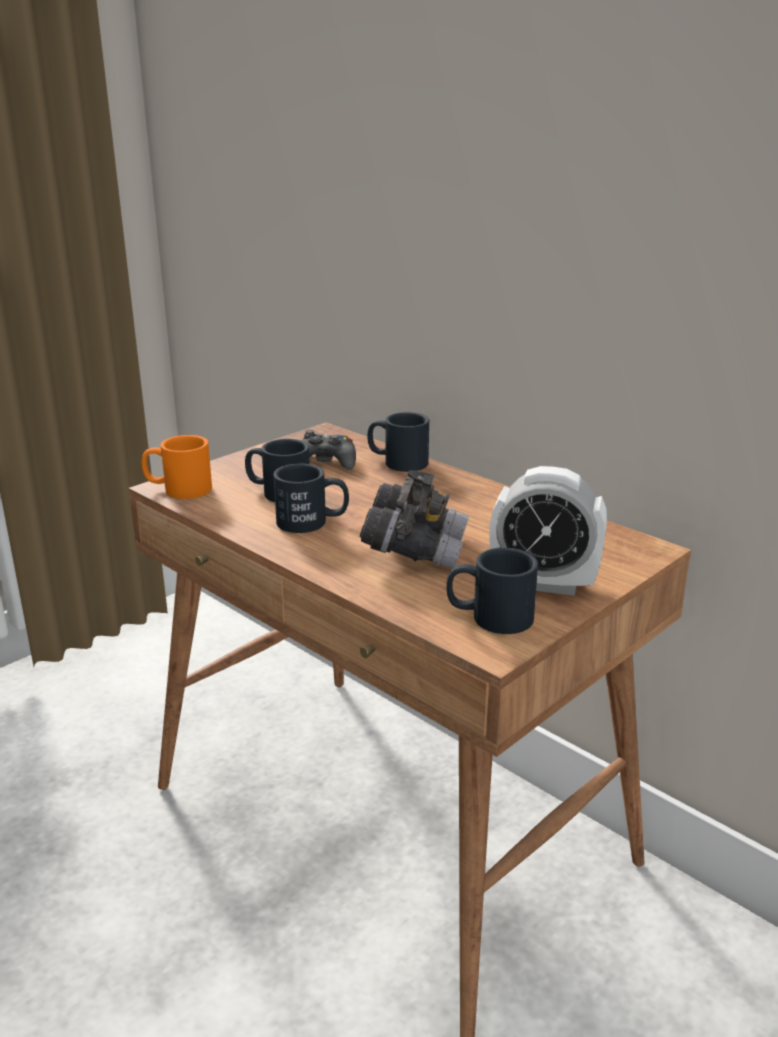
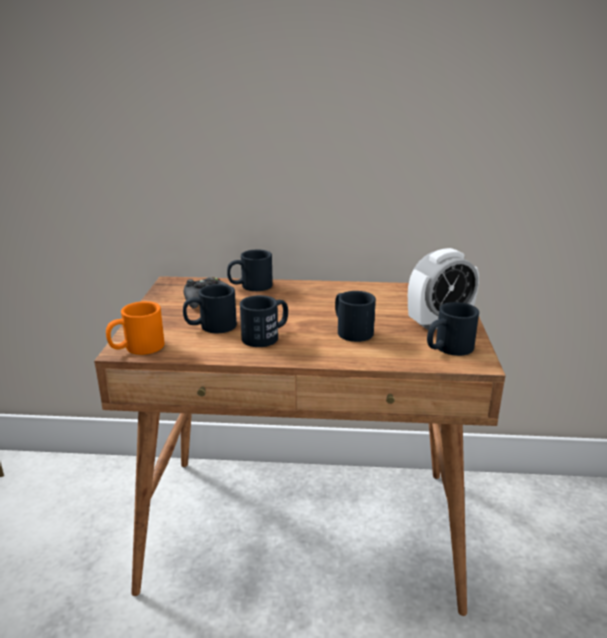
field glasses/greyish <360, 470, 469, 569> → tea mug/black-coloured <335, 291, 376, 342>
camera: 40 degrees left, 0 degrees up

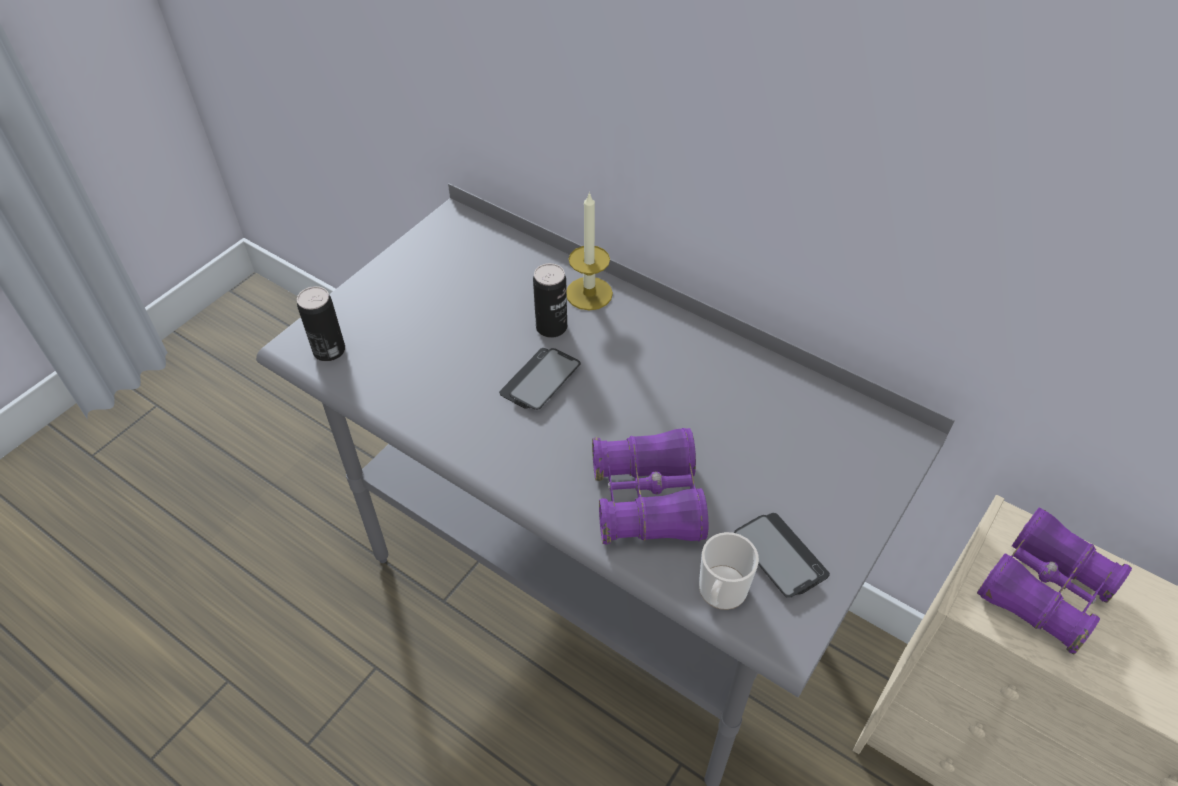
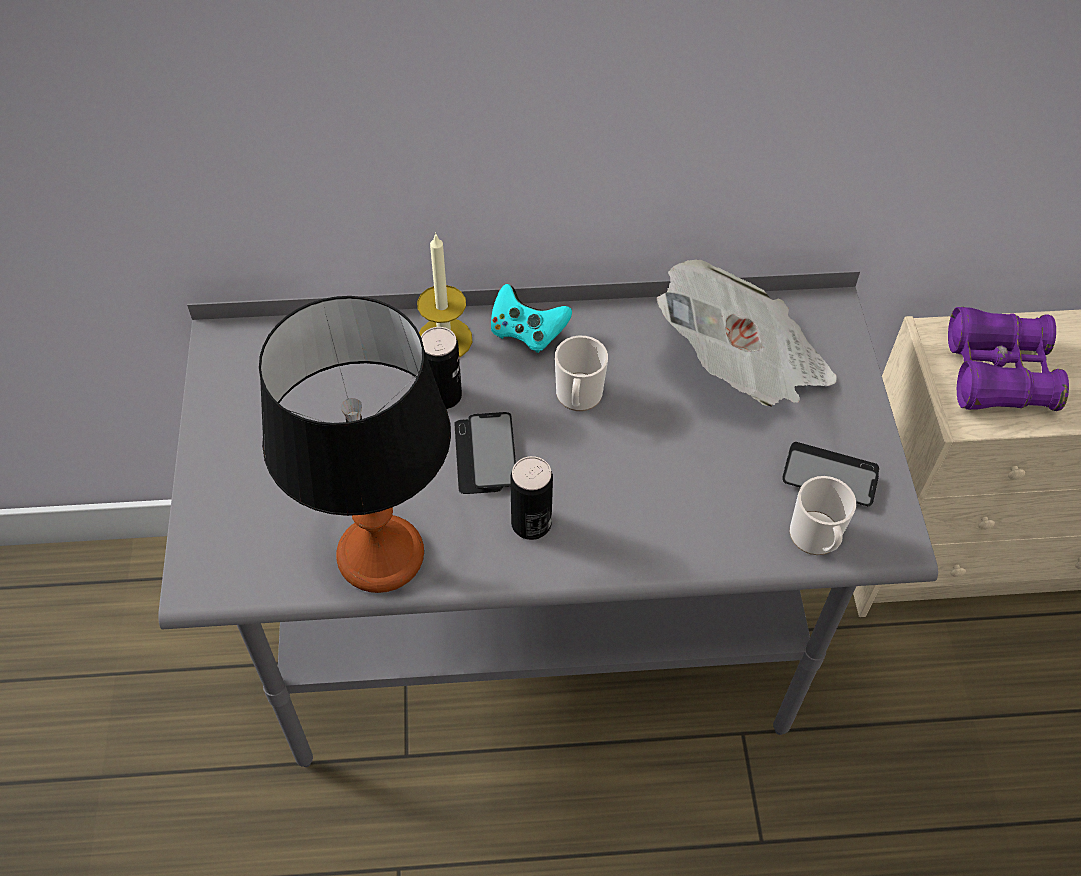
can <297, 286, 345, 361> → can <510, 456, 553, 540>, moved
field glasses/purple-coloured <592, 428, 708, 545> → -
- → tabletop lamp <259, 296, 451, 593>
- → gamepad/blue-green <491, 284, 572, 353>
- → tea mug <555, 336, 608, 411>
- → daily paper <656, 259, 837, 407>
camera: 40 degrees left, 5 degrees up

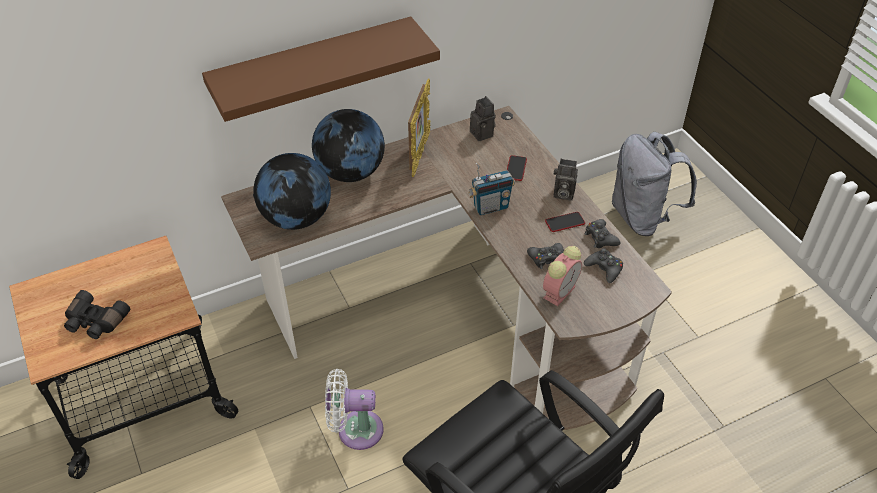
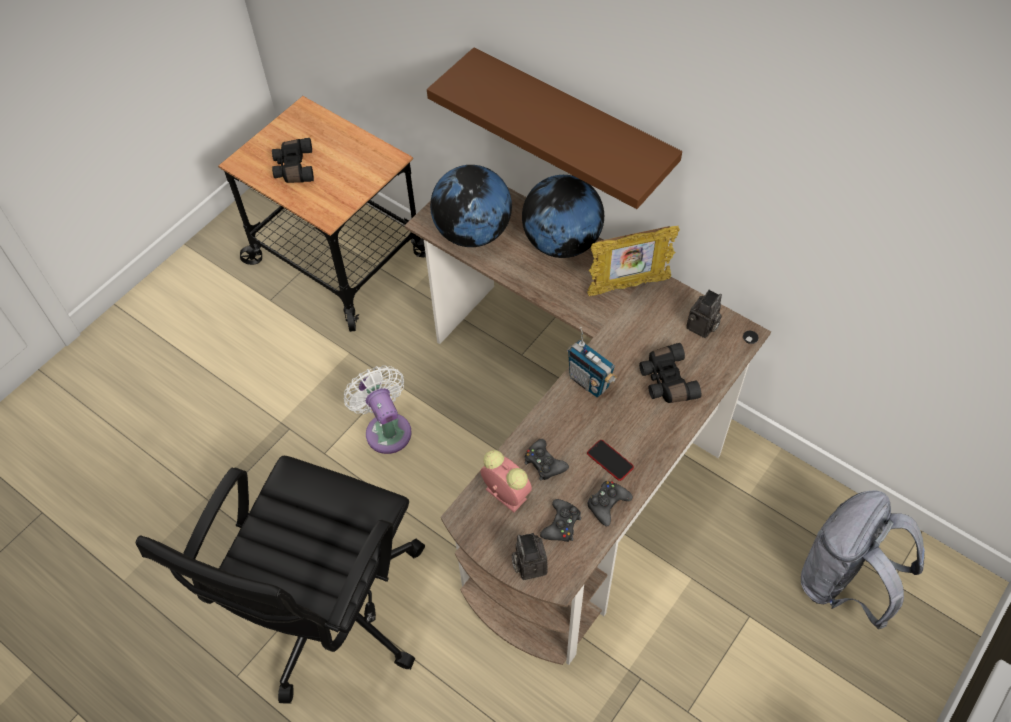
handset <507, 155, 527, 181> → field glasses/black-coloured <639, 343, 701, 403>
bedside clock <543, 246, 582, 306> → bedside clock <480, 450, 532, 512>, 150 degrees counterclockwise
photo camera <554, 159, 578, 201> → photo camera <511, 533, 548, 580>, moved
camera: 65 degrees right, 10 degrees up

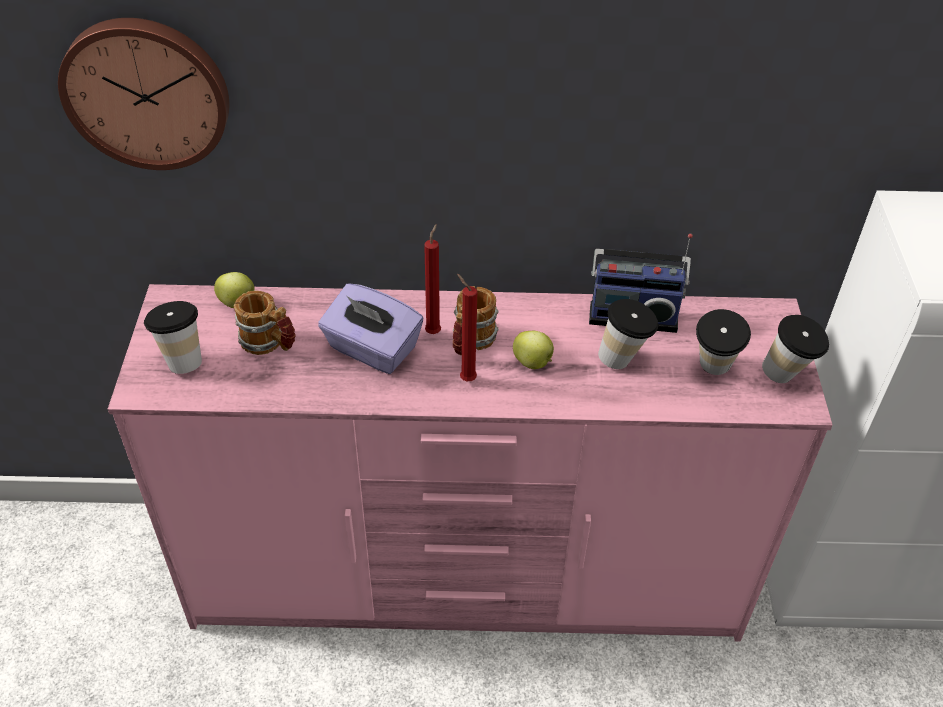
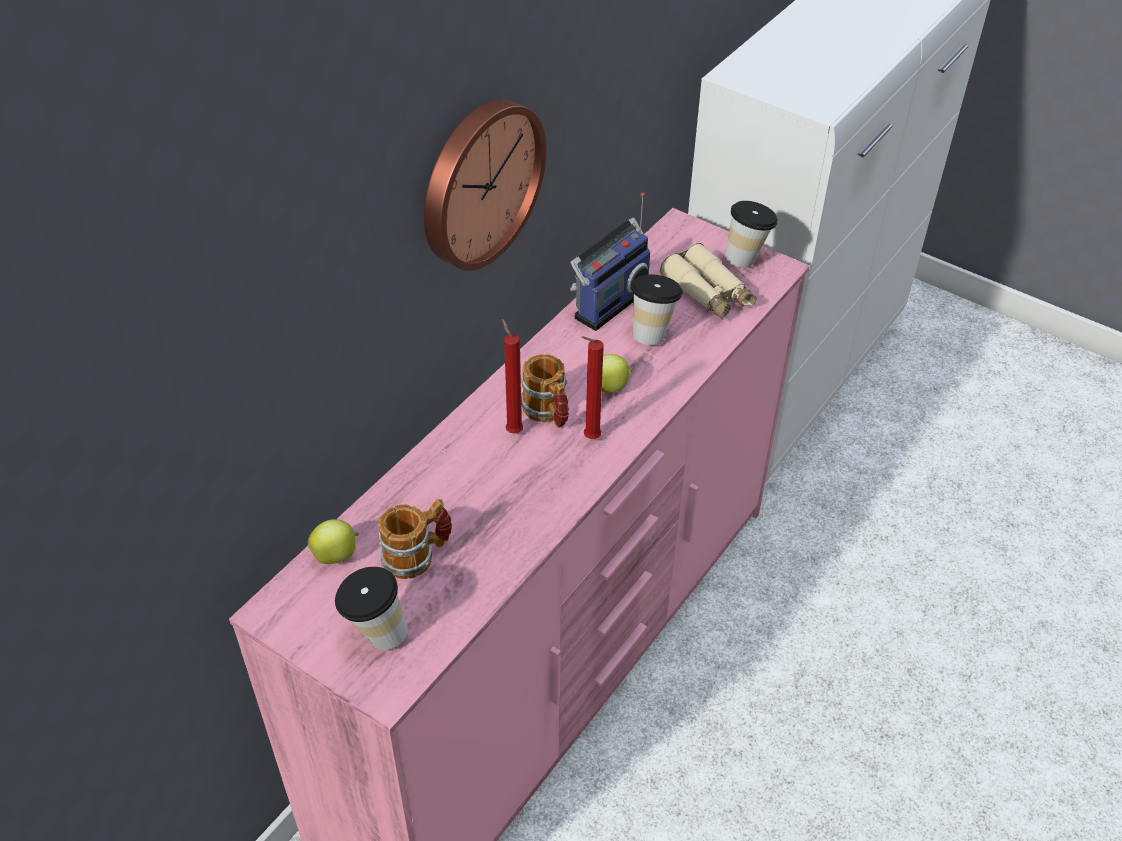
hanging clock <58, 18, 229, 170> → hanging clock <424, 99, 547, 271>, moved
tissue holder/purple-coloured <318, 283, 423, 374> → -
small cup <696, 309, 751, 375> → field glasses/beige-coloured <660, 243, 757, 320>
camera: 55 degrees left, 0 degrees up

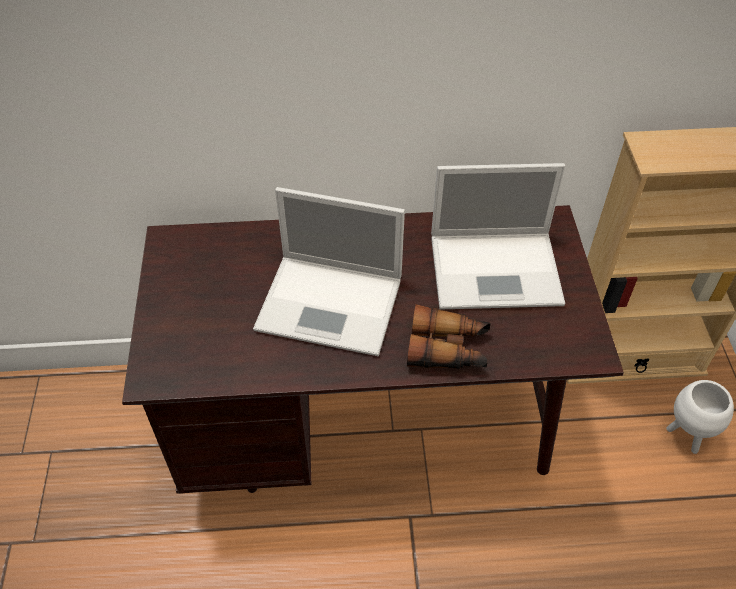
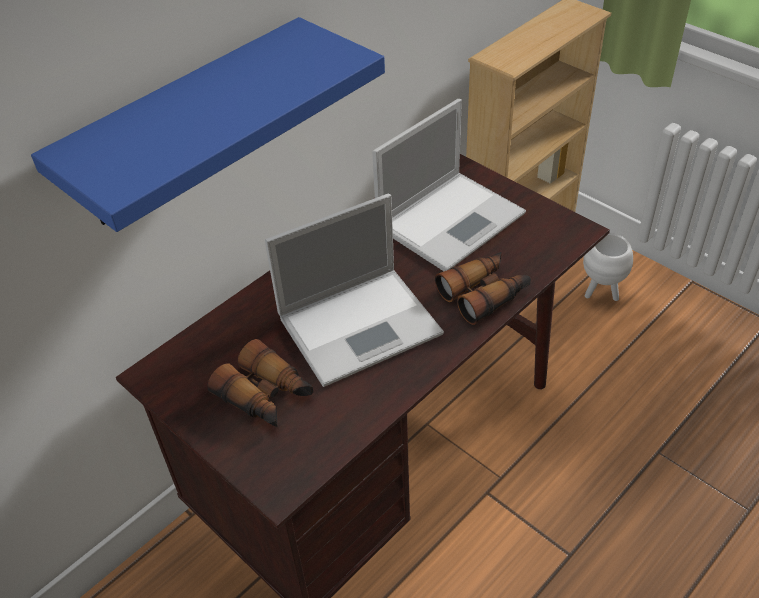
- → bracket shelf/bluish <31, 17, 385, 232>
- → field glasses <207, 339, 313, 427>
camera: 40 degrees left, 5 degrees down

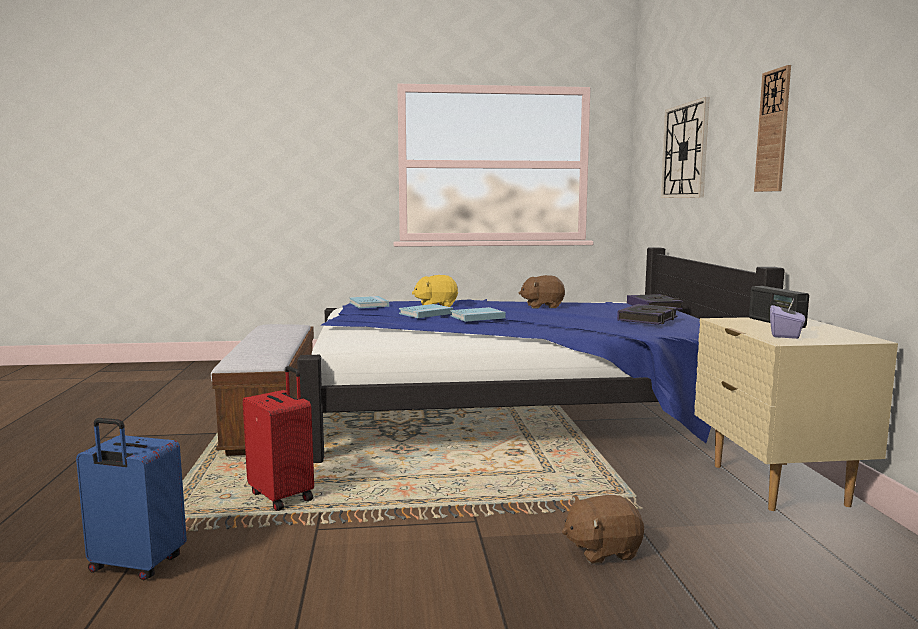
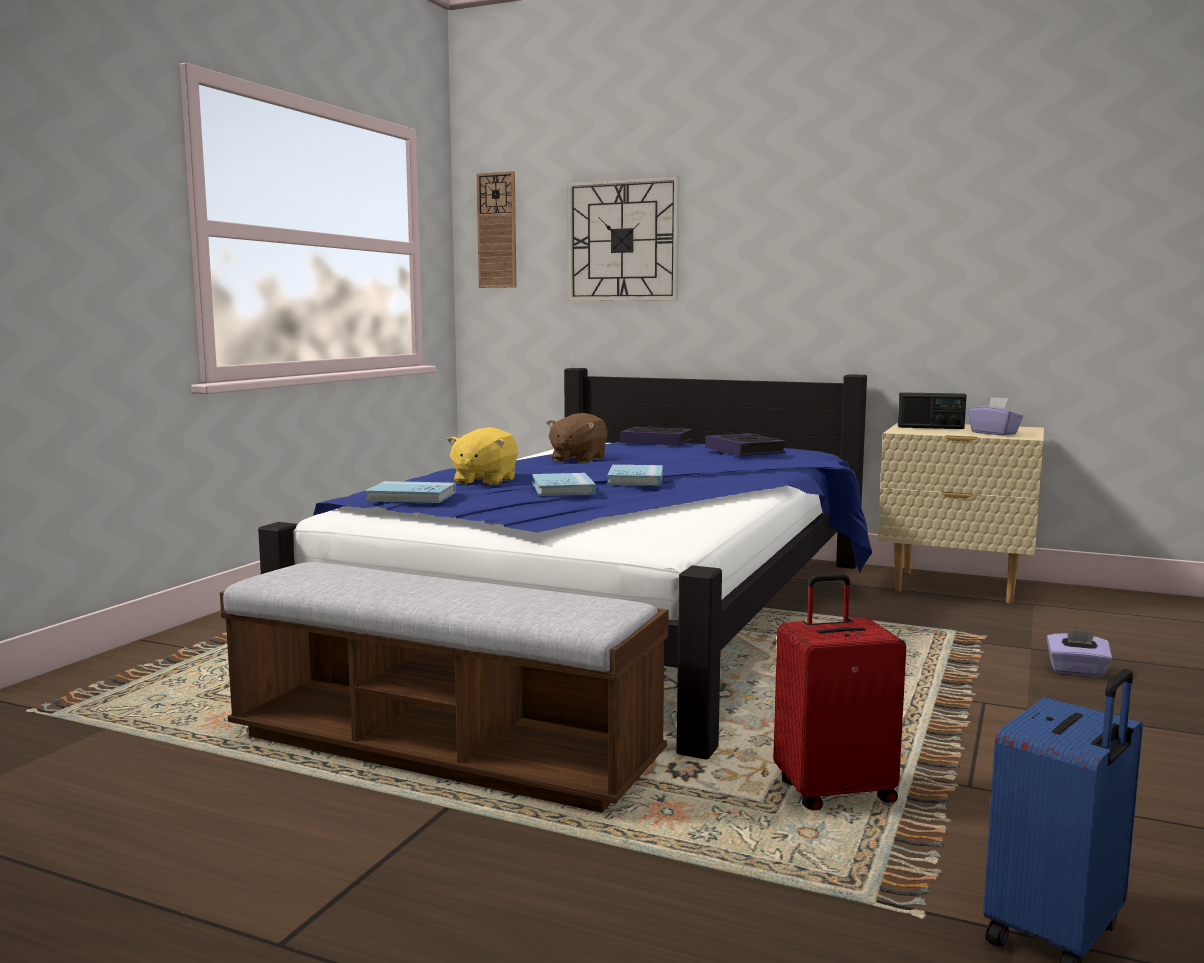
cuddly toy/brown-coloured <562, 495, 644, 564> → tissue holder/purple-coloured <1047, 629, 1112, 677>
hanging clock <754, 65, 791, 192> → hanging clock <476, 171, 516, 288>, moved
camera: 60 degrees left, 0 degrees up

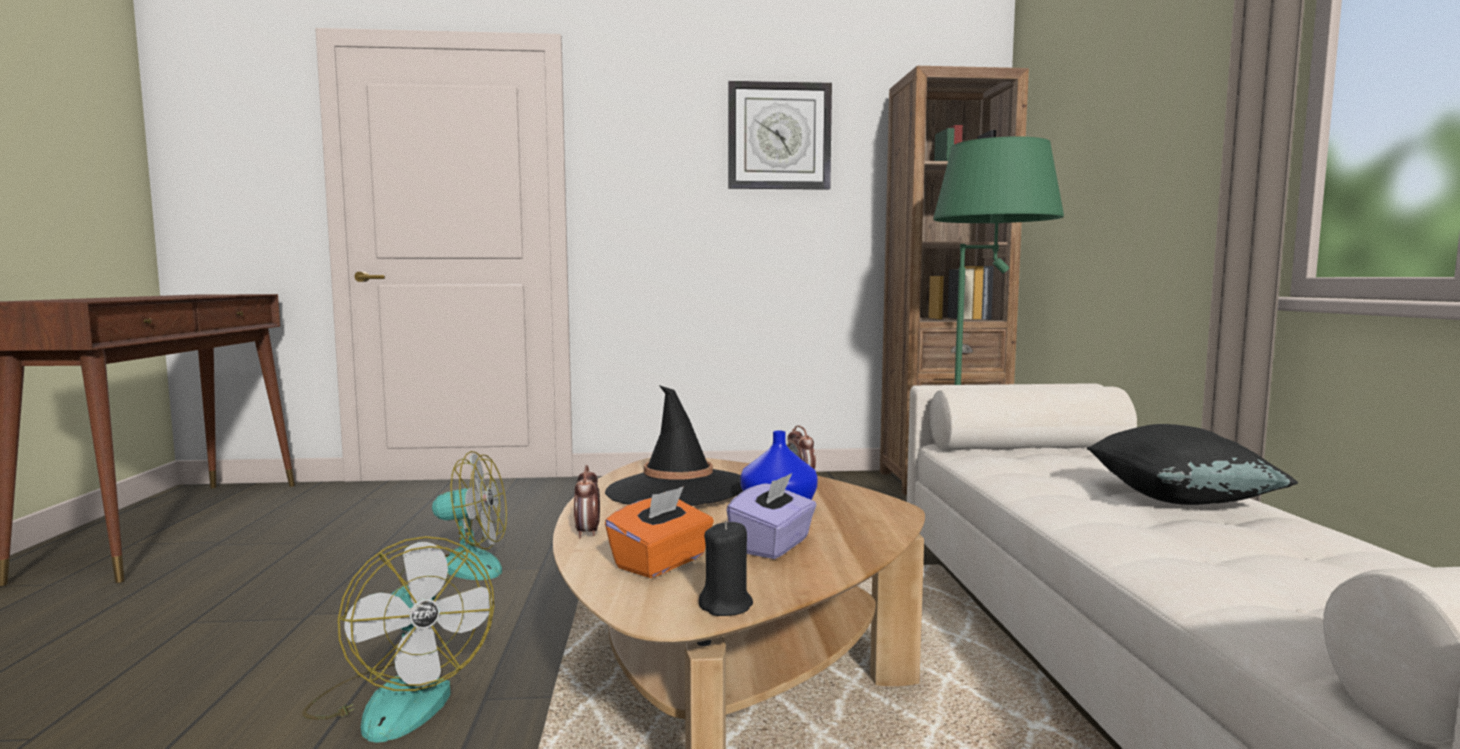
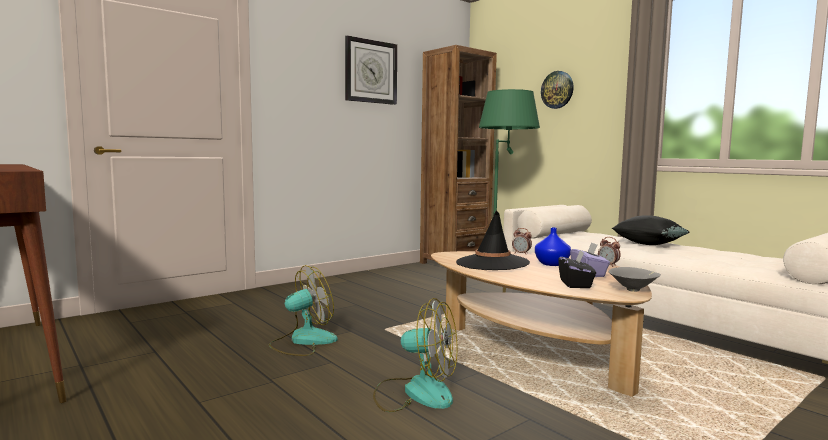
bedside clock <574, 465, 600, 538> → bedside clock <598, 237, 621, 267>, moved
tissue holder/orange-coloured <605, 486, 714, 578> → tissue holder/black-coloured <558, 249, 596, 288>
wax candle/black-coloured <699, 521, 753, 616> → deep dish/greyish <609, 267, 661, 292>
- → hanging clock <541, 71, 574, 109>
camera: 35 degrees left, 0 degrees up

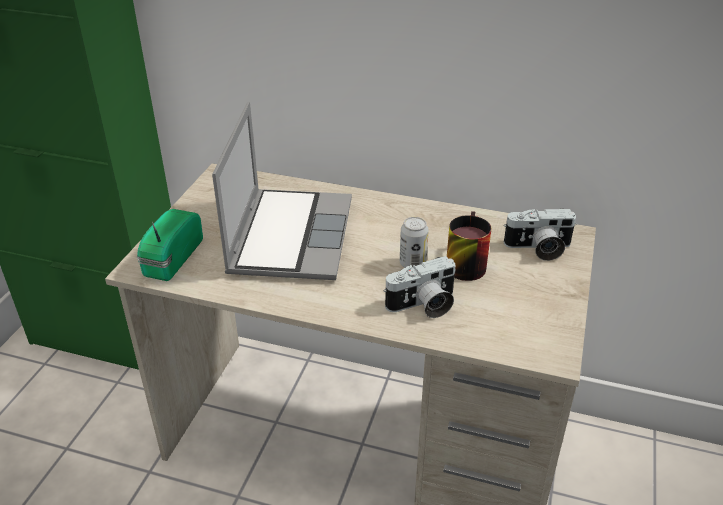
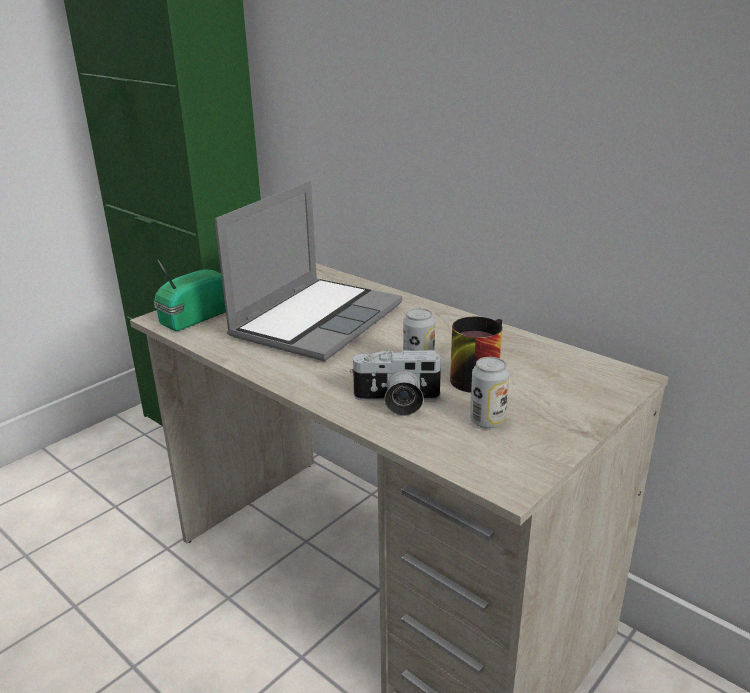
photo camera <503, 209, 577, 261> → -
- → can <470, 357, 509, 429>
camera: 25 degrees right, 10 degrees down

